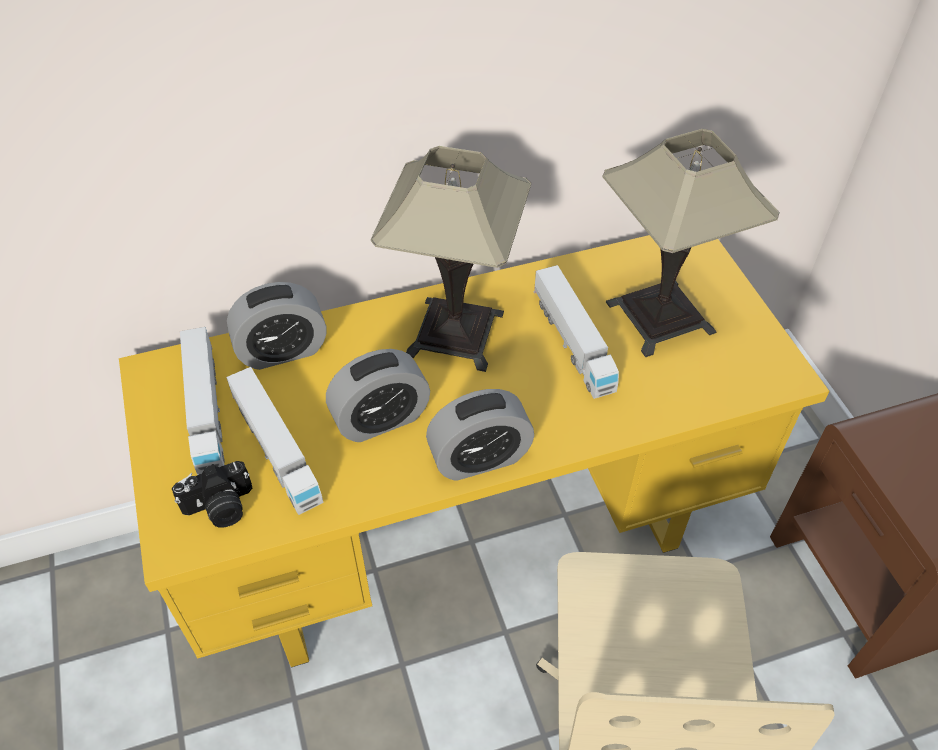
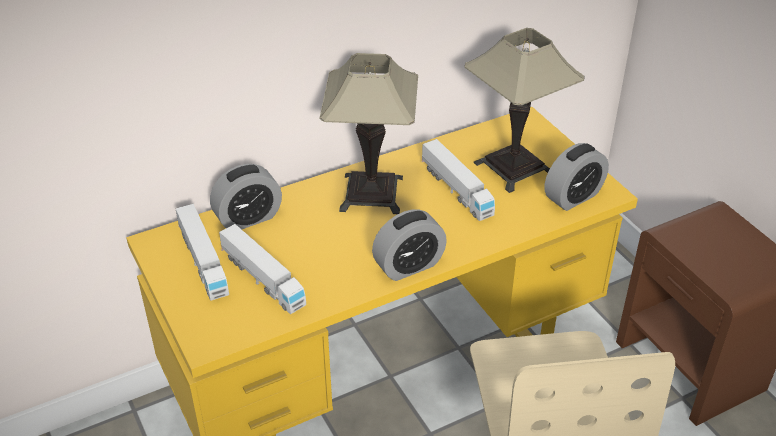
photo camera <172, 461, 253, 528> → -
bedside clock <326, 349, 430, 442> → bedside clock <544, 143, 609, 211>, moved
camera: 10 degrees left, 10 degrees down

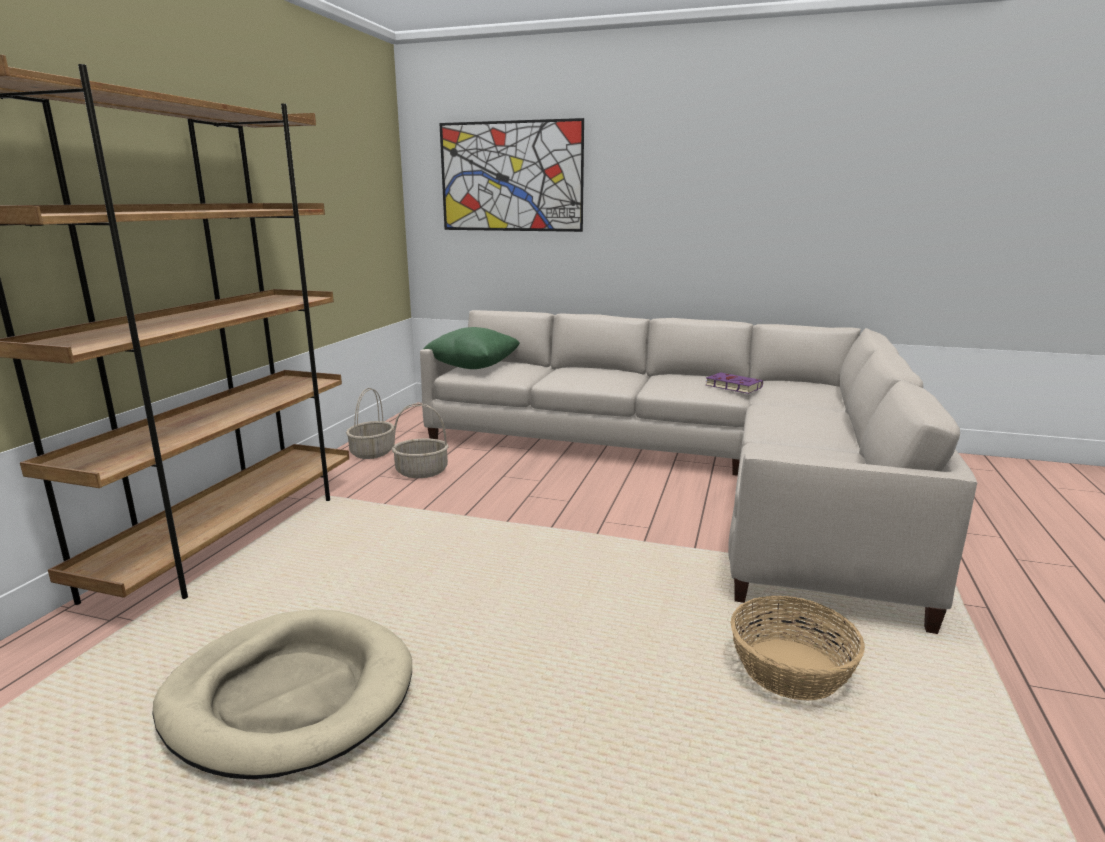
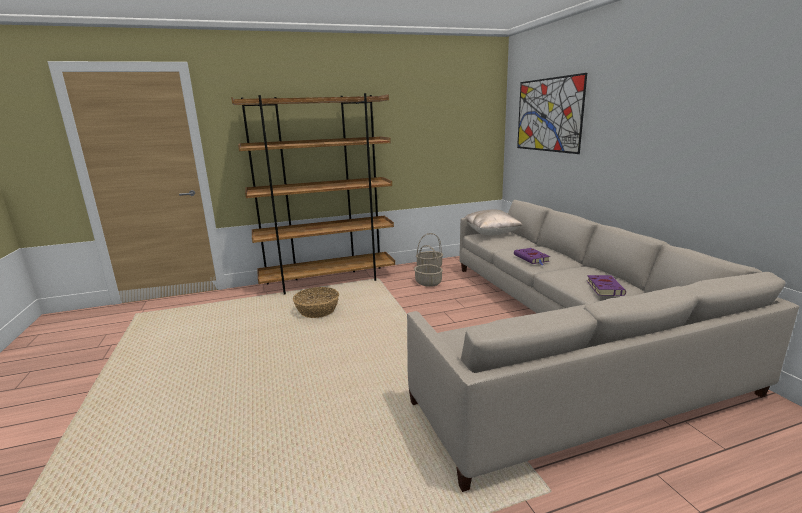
pet bed/beige-coloured <152, 610, 412, 779> → -
cushion/green-coloured <423, 327, 520, 369> → cushion/beige-coloured <464, 209, 522, 235>
storage basket <730, 596, 865, 701> → storage basket <293, 287, 339, 318>, moved
- → bound book/purple-coloured <514, 248, 550, 265>
camera: 55 degrees right, 0 degrees up

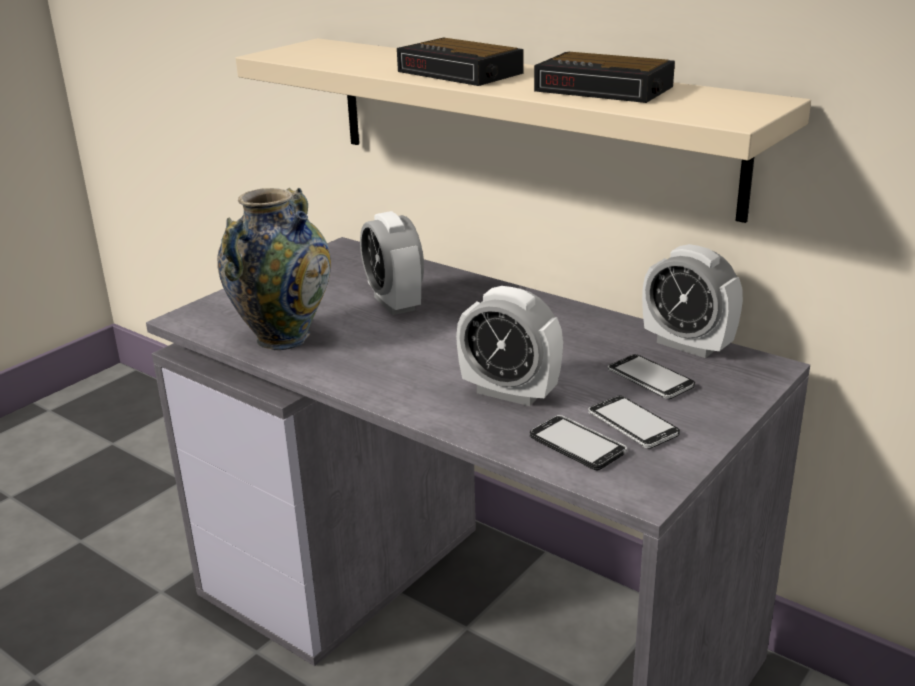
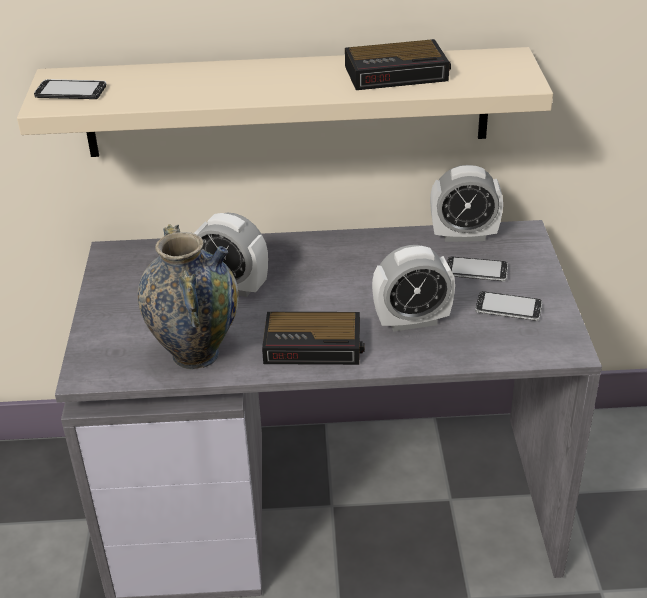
bedside clock <397, 38, 523, 86> → bedside clock <262, 312, 365, 365>, moved
handset <530, 415, 627, 471> → handset <34, 79, 106, 99>, moved
camera: 40 degrees left, 10 degrees up

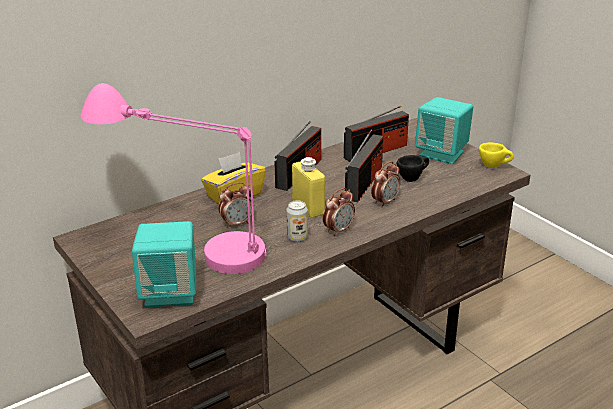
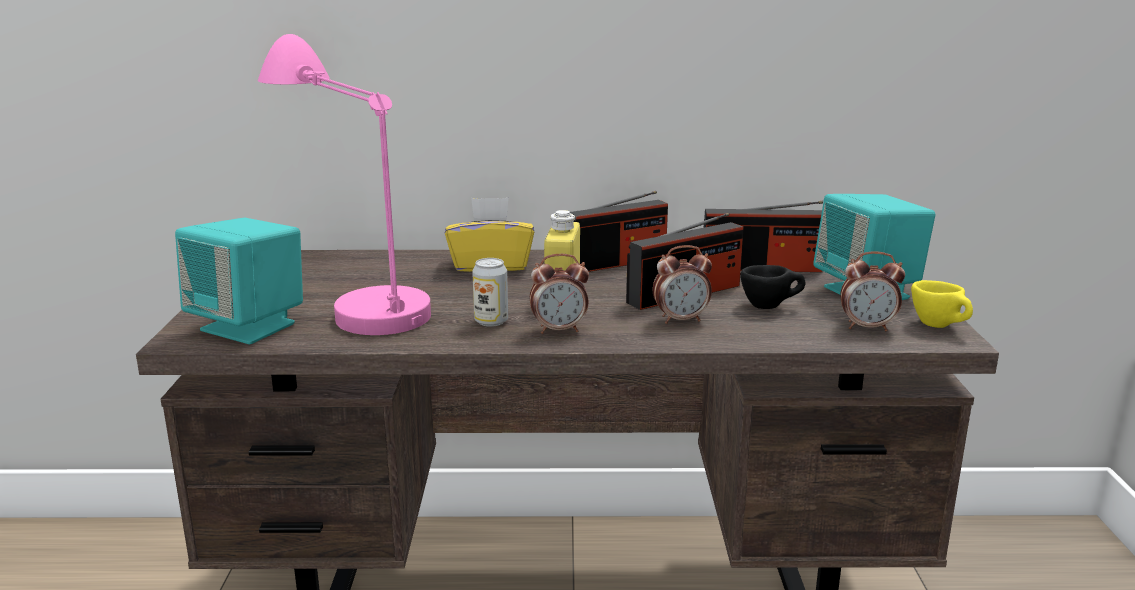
bedside clock <218, 182, 254, 228> → bedside clock <840, 251, 905, 331>, moved
camera: 35 degrees right, 10 degrees down

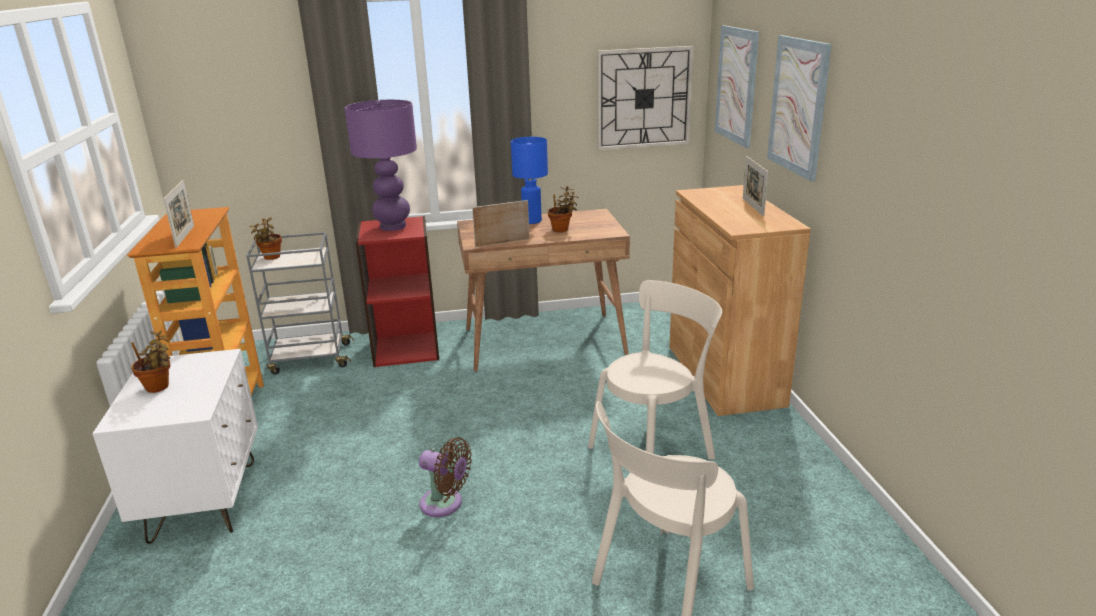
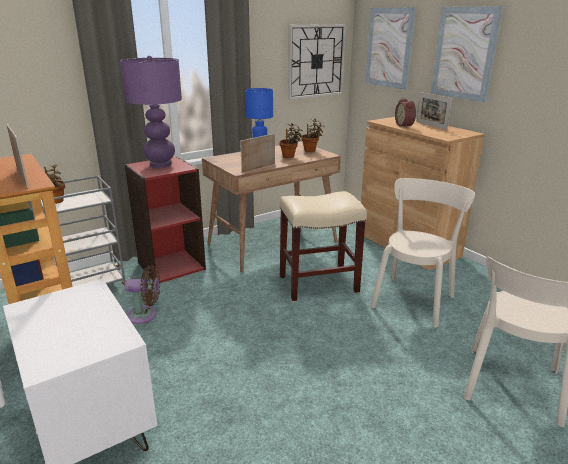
houseplant <131, 331, 171, 393> → houseplant <301, 119, 325, 152>, moved
fan/brown-coloured <419, 437, 472, 517> → fan/brown-coloured <125, 266, 160, 324>, moved
- → stool seat/beige-coloured <280, 191, 367, 302>
- → bedside clock <395, 98, 416, 128>
camera: 25 degrees left, 0 degrees up

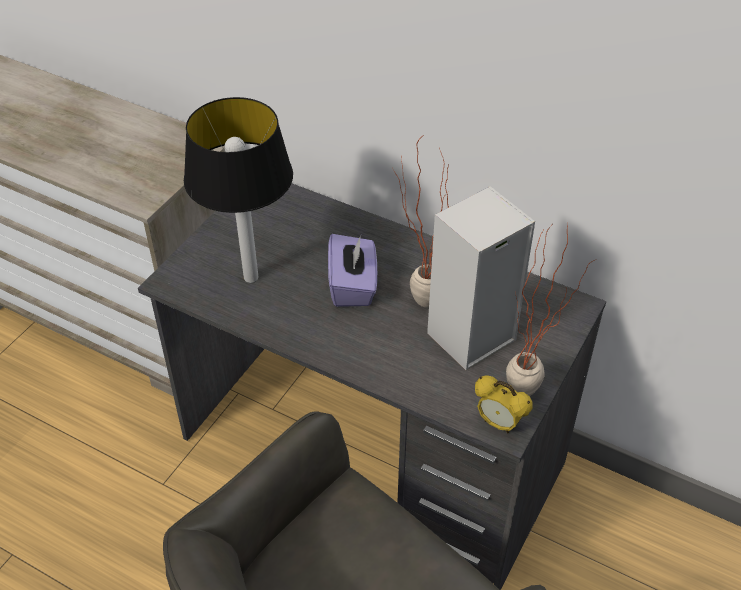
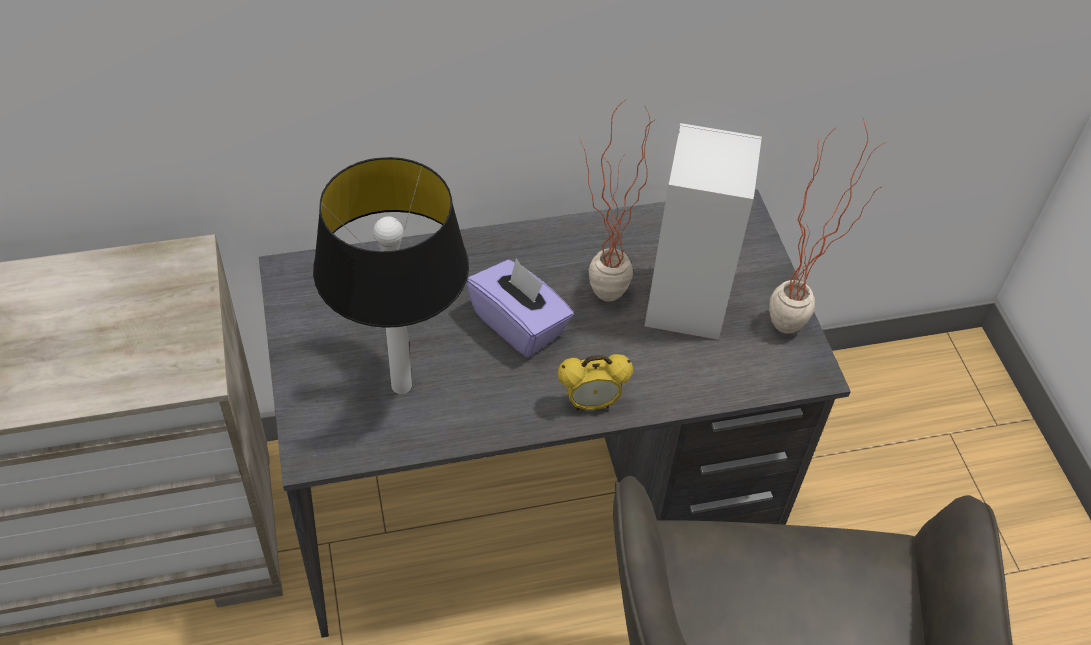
bedside clock <475, 375, 533, 433> → bedside clock <558, 354, 633, 410>, moved
camera: 45 degrees left, 5 degrees up

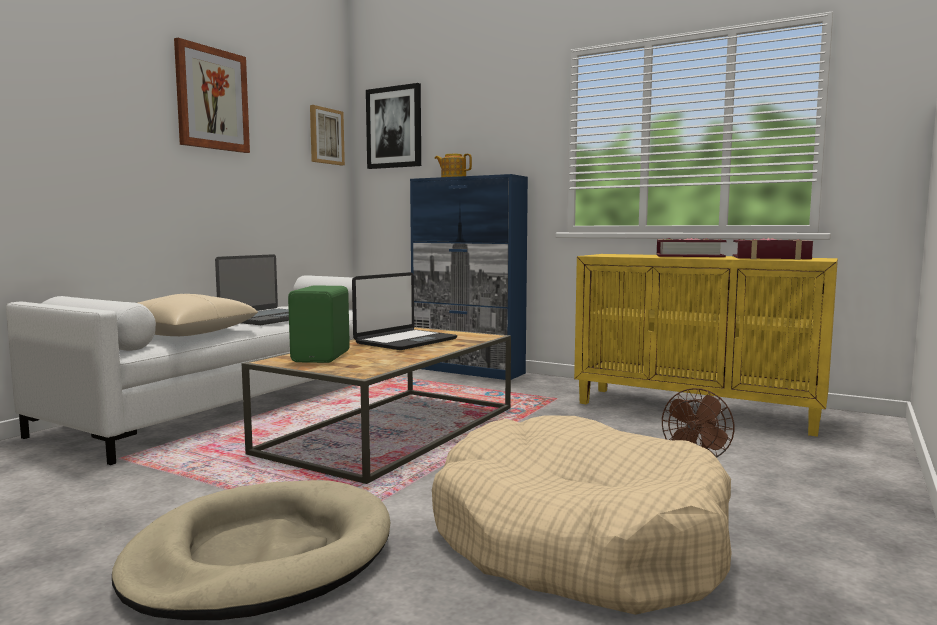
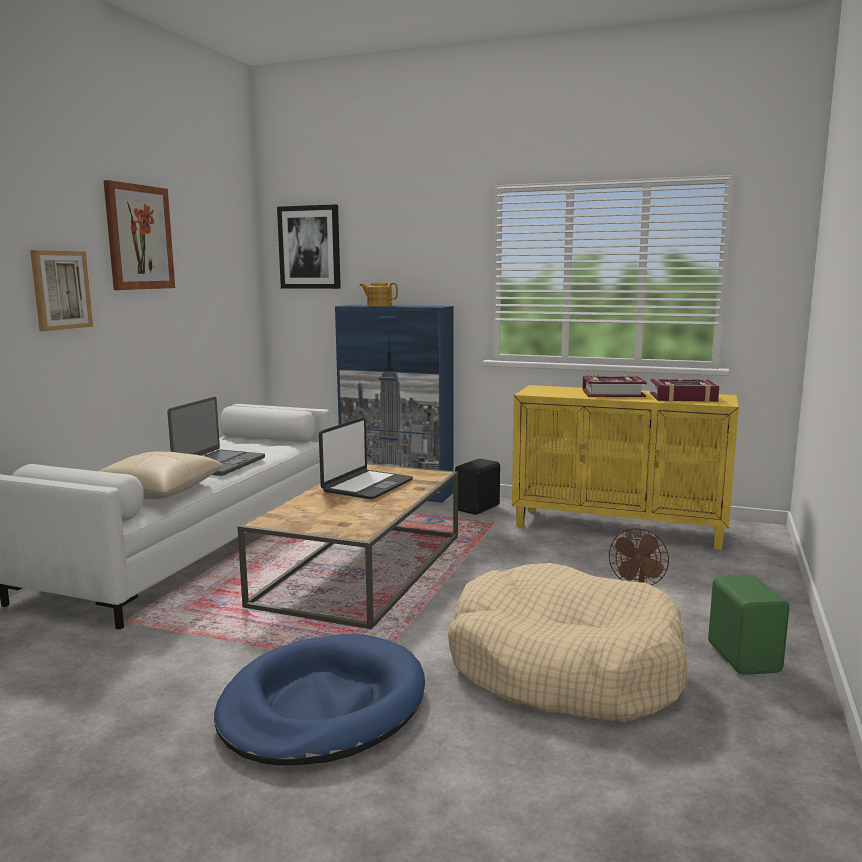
pet bed/beige-coloured <112, 480, 390, 620> → pet bed/bluish <214, 634, 425, 765>
audio speaker/green-coloured <288, 286, 350, 363> → audio speaker/green-coloured <708, 575, 789, 675>, moved
wall picture <310, 105, 345, 165> → wall picture <30, 250, 93, 331>, moved
- → audio speaker/black-coloured <455, 458, 500, 515>
camera: 10 degrees left, 5 degrees up

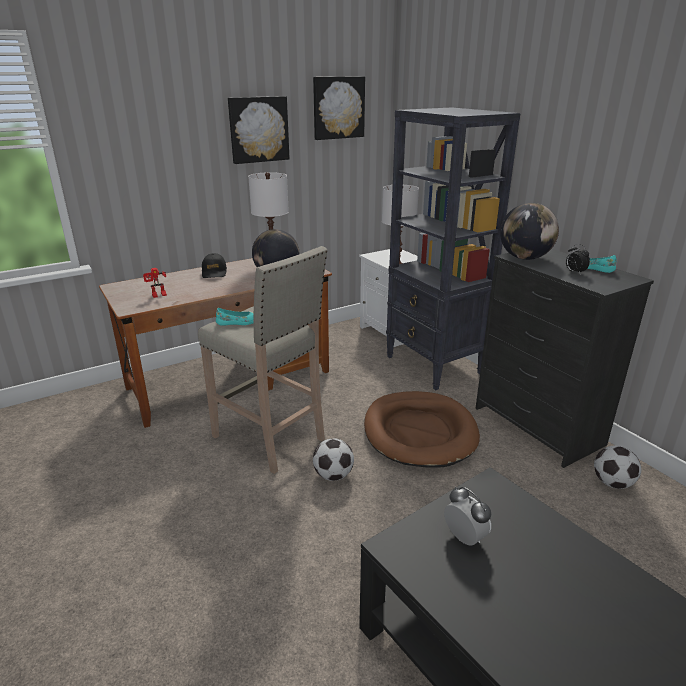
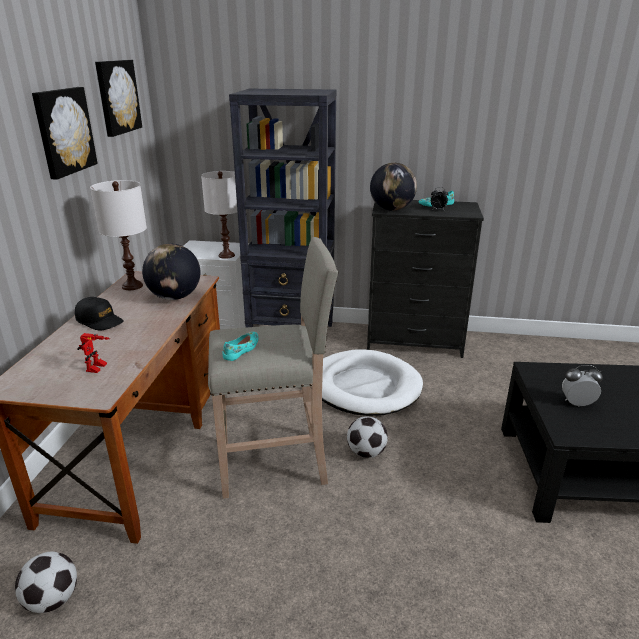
pet bed/brown-coloured <364, 391, 480, 468> → pet bed/white-coloured <322, 349, 423, 416>
football <594, 446, 641, 489> → football <15, 552, 77, 613>, moved
camera: 50 degrees left, 0 degrees up

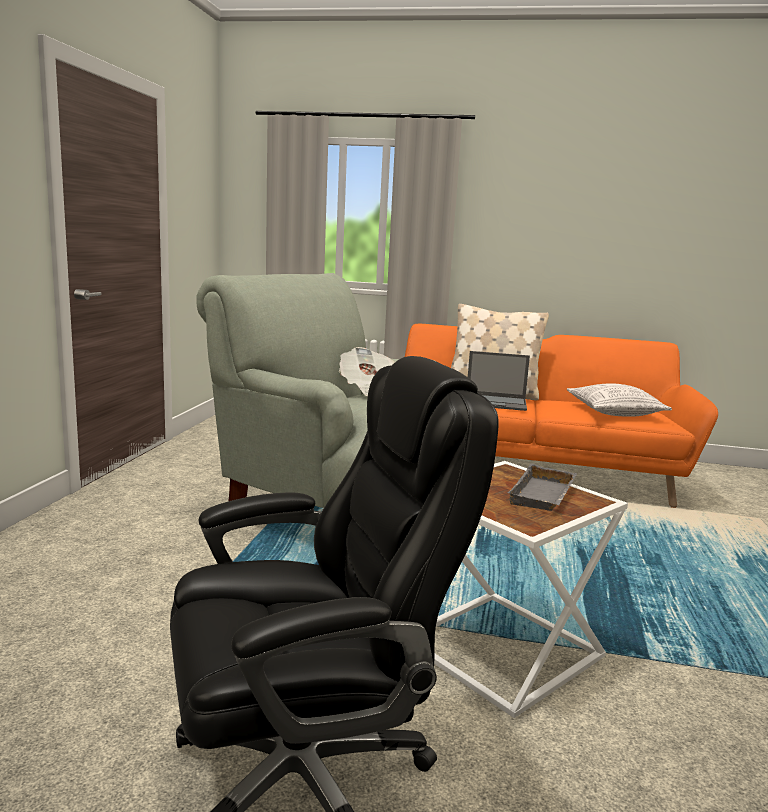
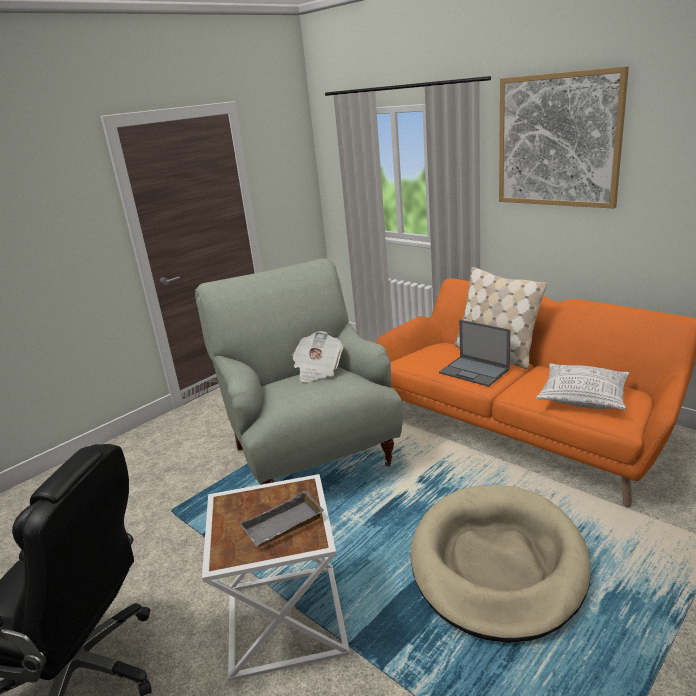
- → pet bed/beige-coloured <411, 485, 591, 643>
- → wall picture <499, 66, 629, 209>
camera: 35 degrees right, 10 degrees up

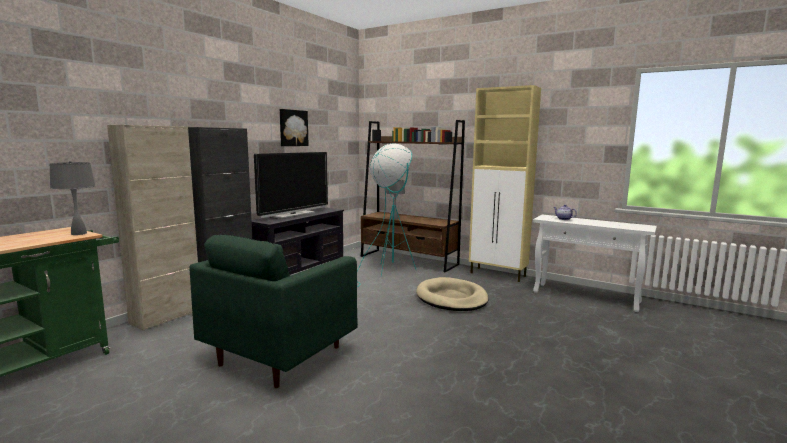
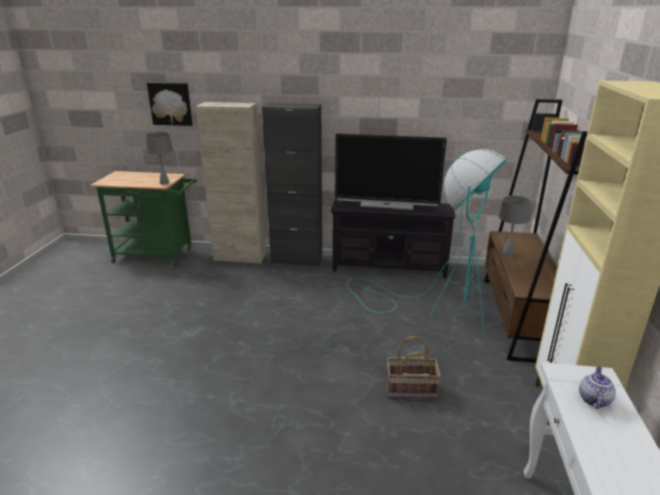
easy chair/green-coloured <189, 235, 358, 388> → -
wall picture <280, 109, 309, 146> → wall picture <147, 83, 193, 126>, moved
pet bed/beige-coloured <416, 277, 489, 311> → storage basket <386, 336, 441, 399>
camera: 65 degrees right, 15 degrees up

